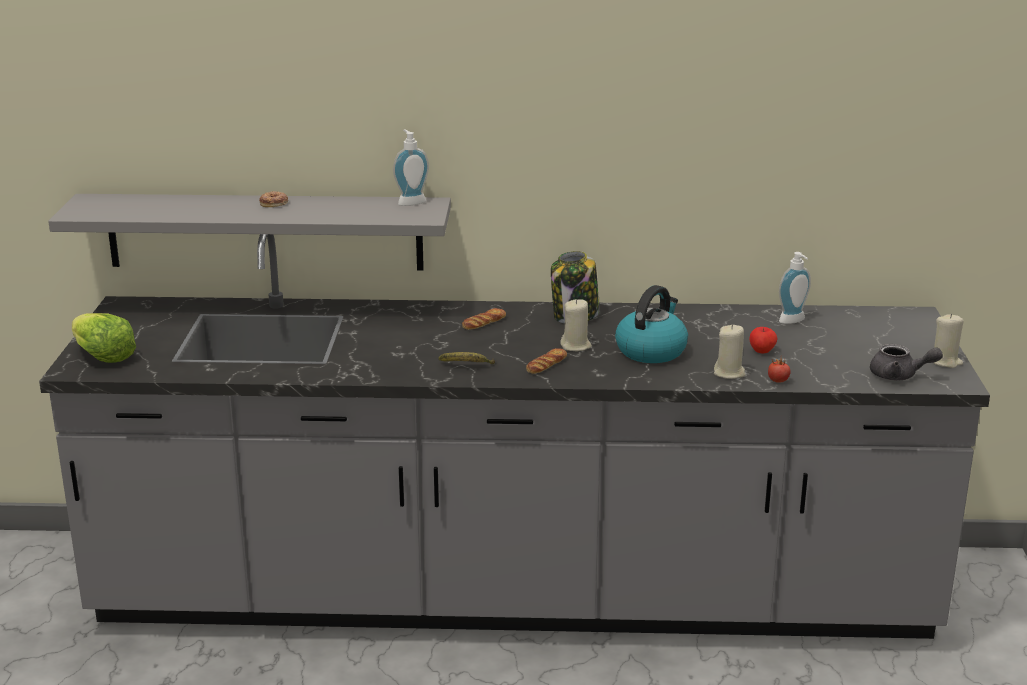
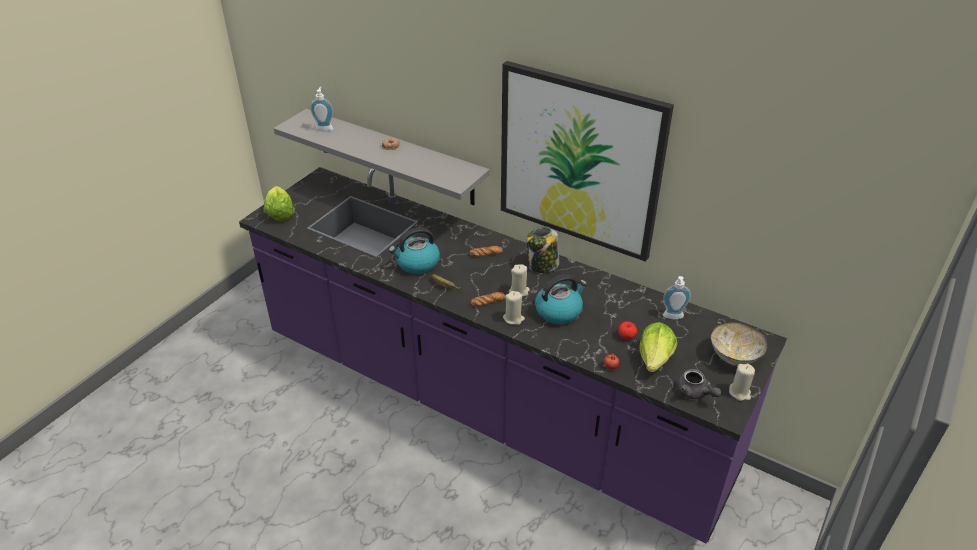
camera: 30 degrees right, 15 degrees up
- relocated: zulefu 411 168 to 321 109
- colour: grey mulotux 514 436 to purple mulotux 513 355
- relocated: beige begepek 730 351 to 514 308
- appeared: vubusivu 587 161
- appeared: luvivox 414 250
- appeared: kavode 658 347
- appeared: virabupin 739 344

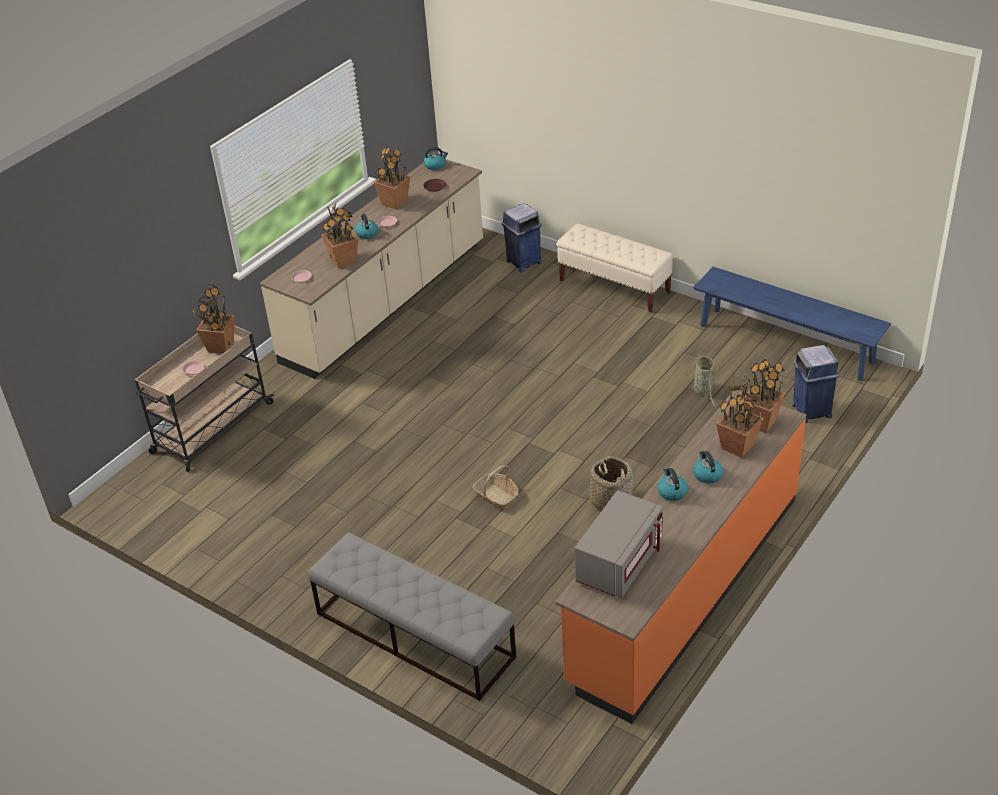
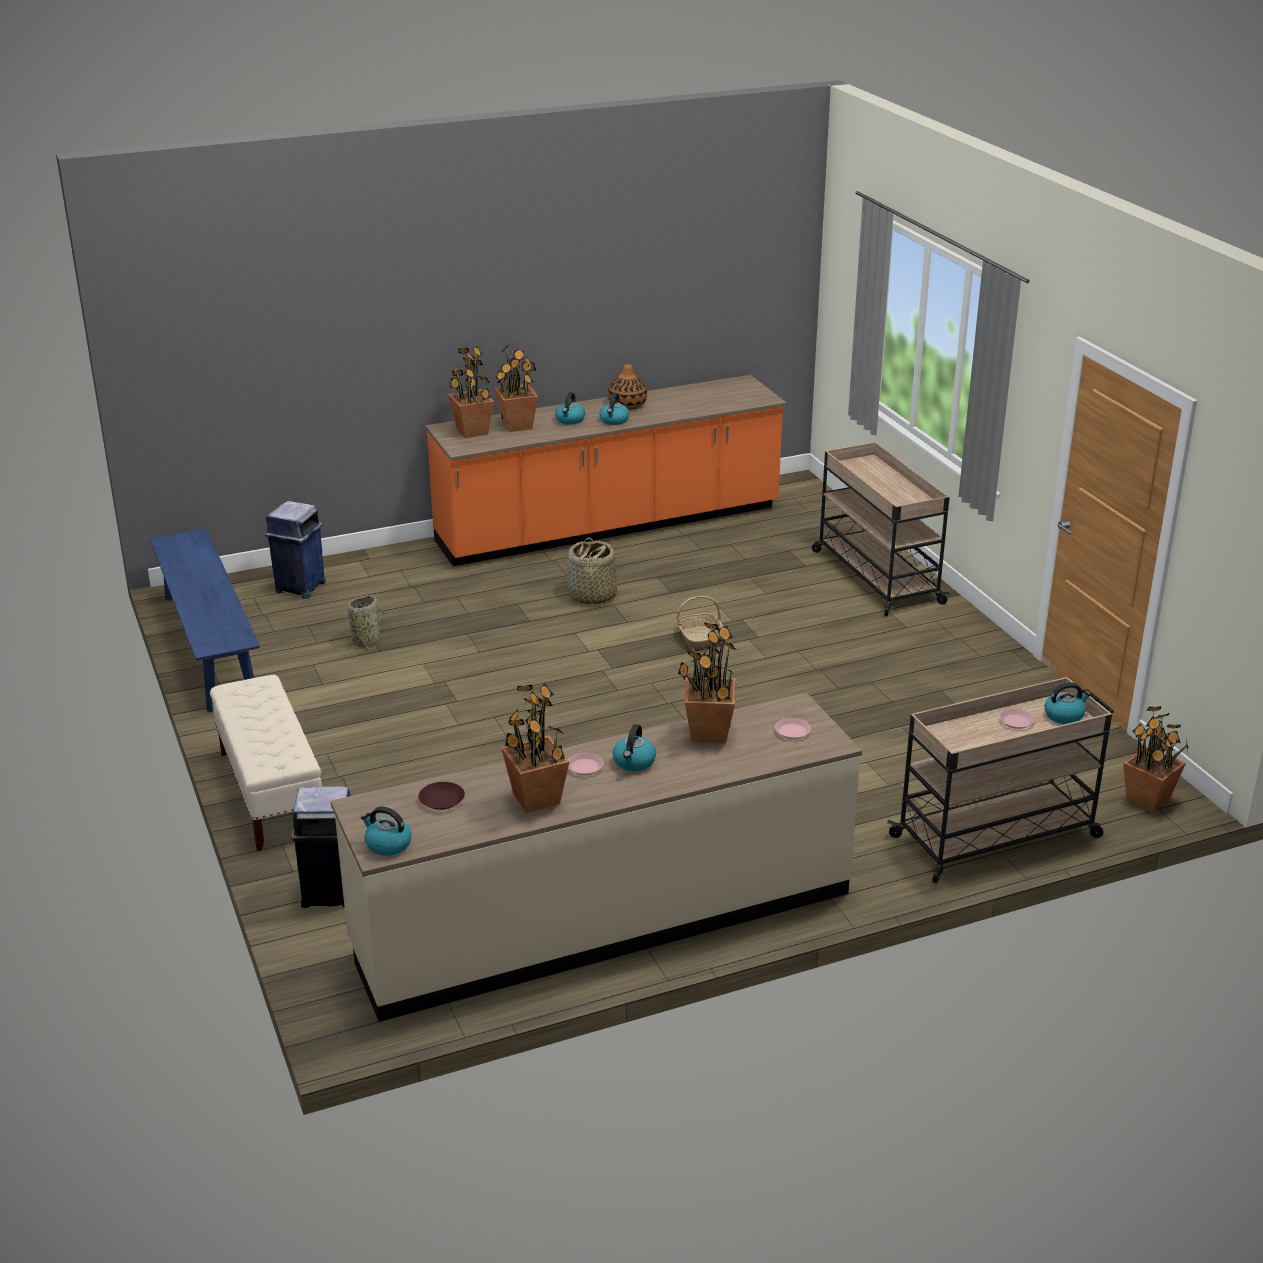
camera: 150 degrees left, 10 degrees down
- relocated: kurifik 213 318 to 1156 759
- missing: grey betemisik 619 544
- exchanged: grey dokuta 412 616 to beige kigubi 881 529
- appeared: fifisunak 627 387
- appeared: luvivox 1067 703

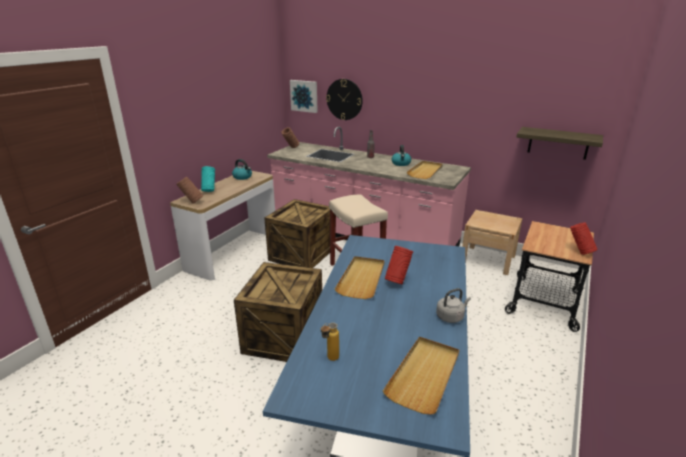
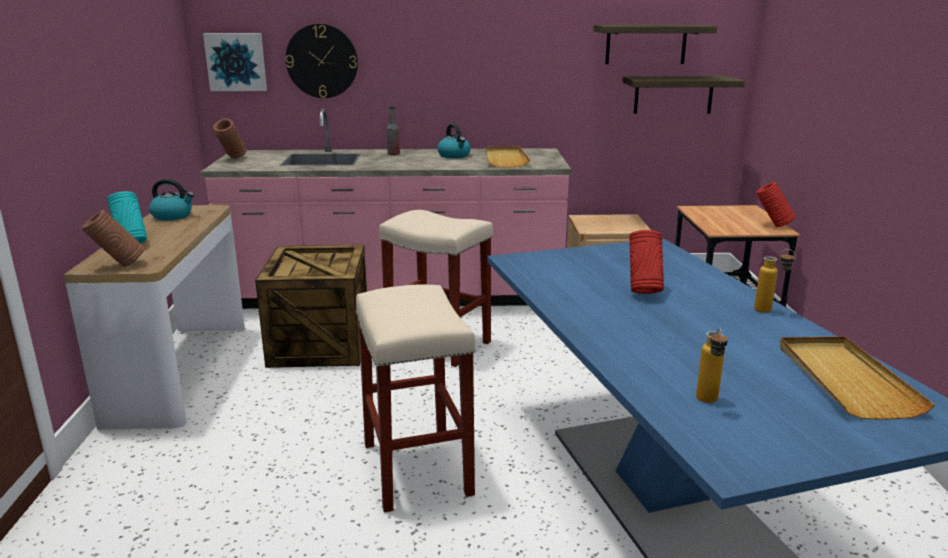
camera: 30 degrees left, 5 degrees down
- missing: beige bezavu 359 277
- exchanged: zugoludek 278 312 to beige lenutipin 416 398
- exchanged: grey luvivox 453 305 to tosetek 775 281
- appeared: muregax 655 44

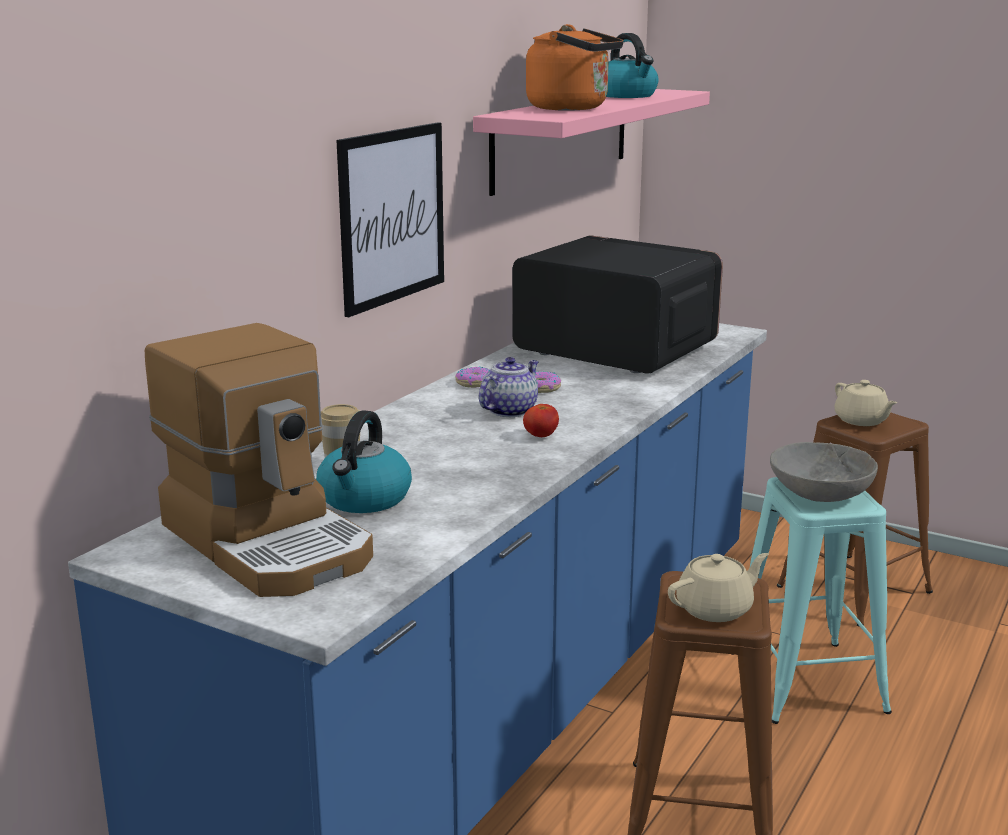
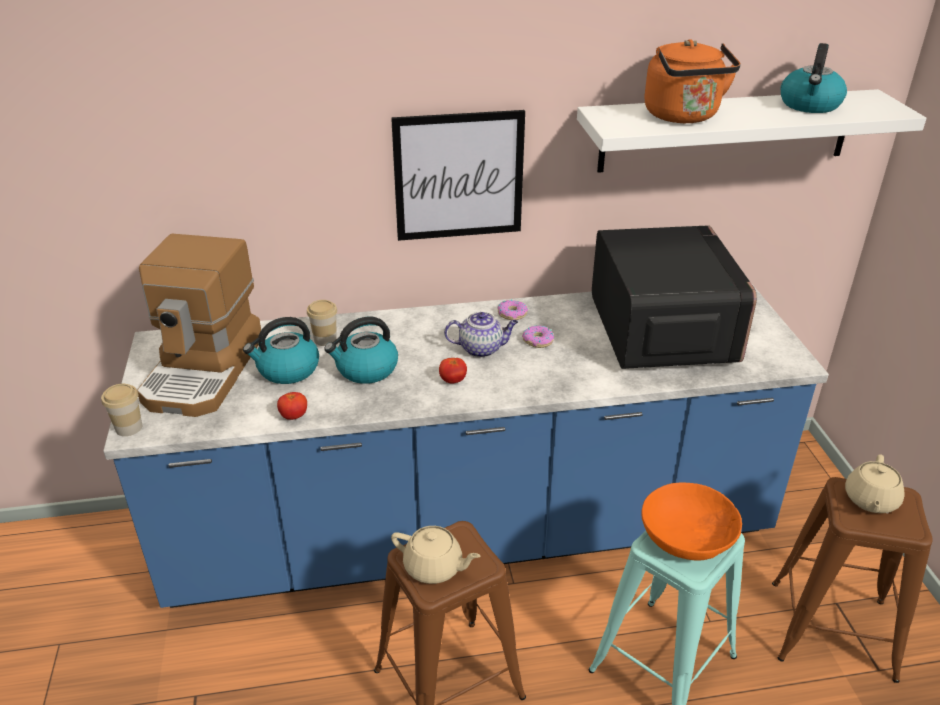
camera: 50 degrees right, 15 degrees up
- colour: pink muregax 591 142 to white muregax 752 131
- colour: grey virabupin 824 472 to orange virabupin 691 521
- appeared: luvivox 361 350
- appeared: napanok 121 410
- appeared: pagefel 292 406

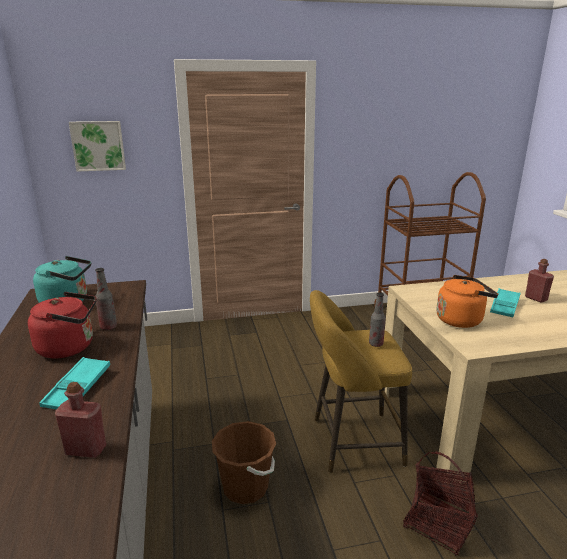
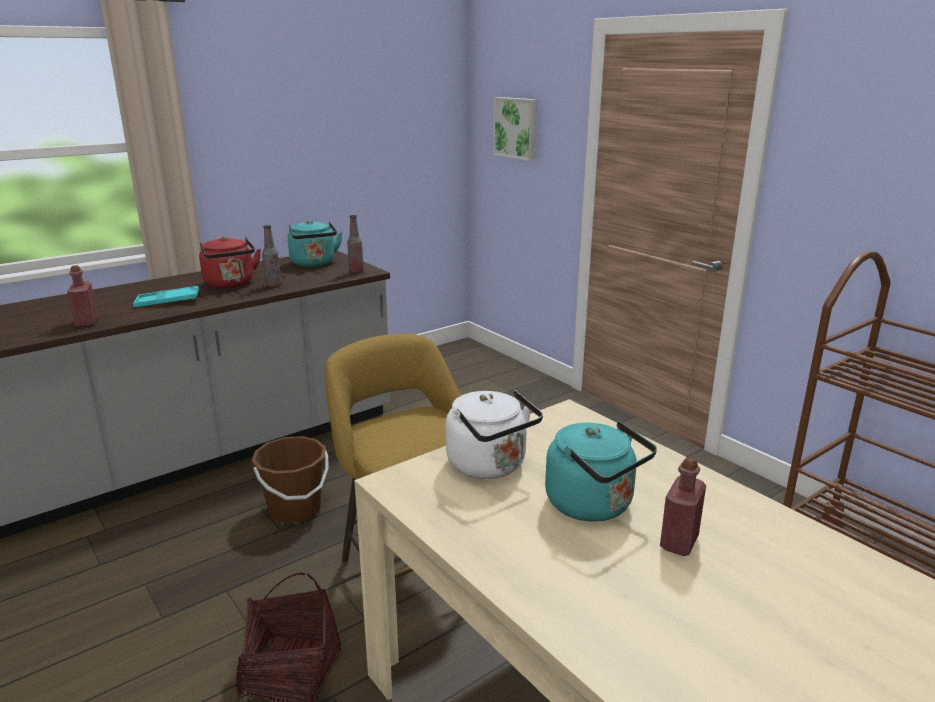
camera: 65 degrees right, 0 degrees up
- colour: orange luvivox 467 301 to white luvivox 494 434
- exchanged: turquoise bezavu 505 302 to turquoise luvivox 601 471
- relocated: tosetek 377 320 to 355 244

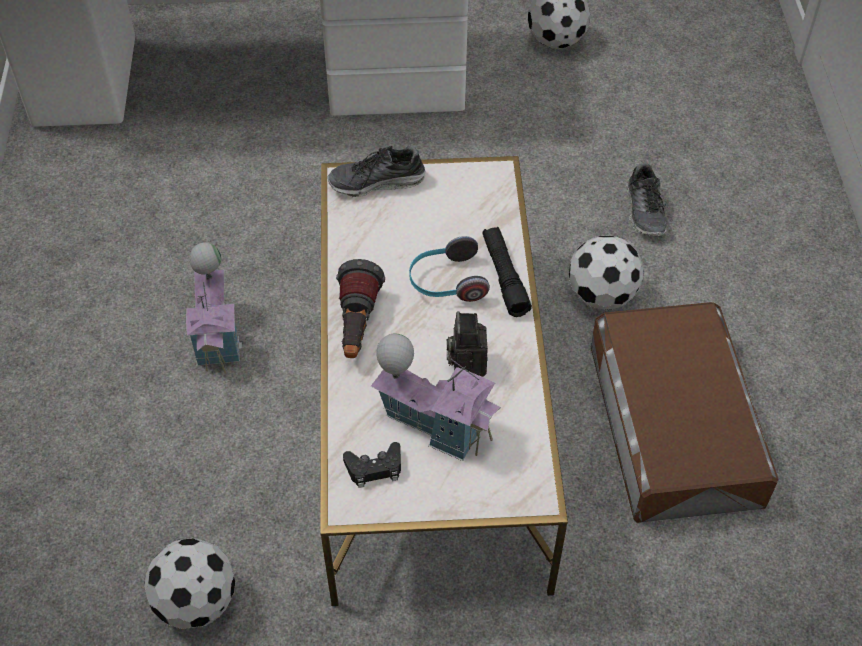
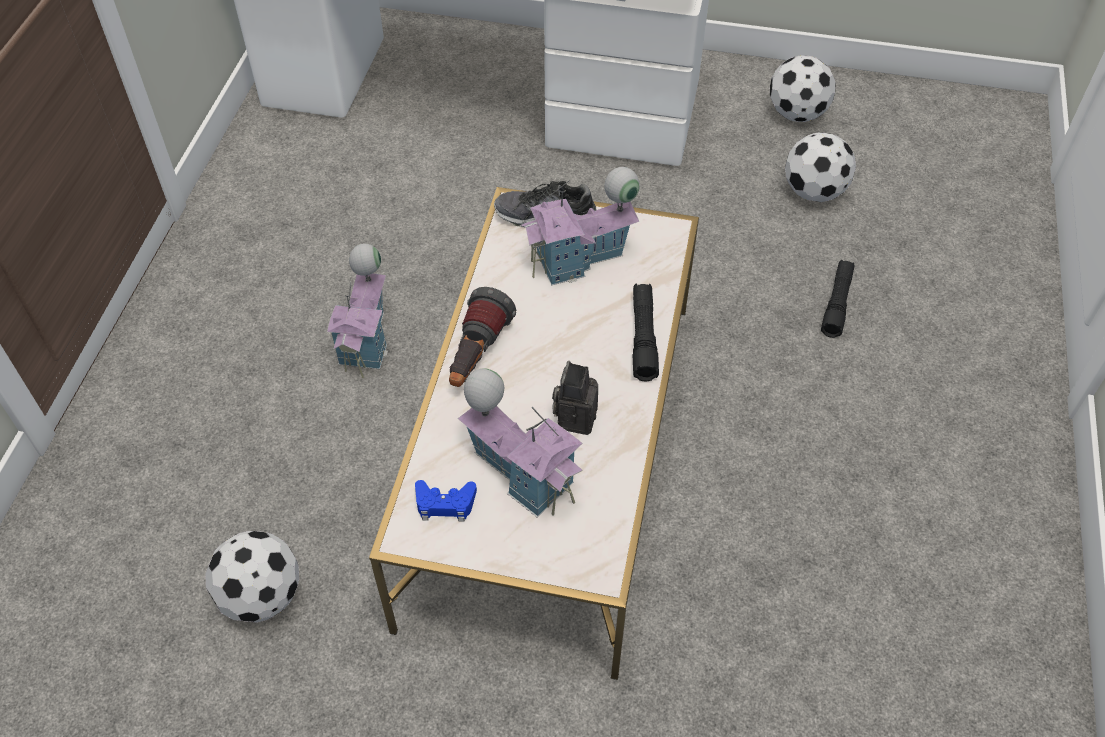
camera: 15 degrees right, 0 degrees up
- exchanged: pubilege 646 199 to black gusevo 838 299
- missing: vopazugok 449 269
- relocated: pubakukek 606 273 to 820 167
- missing: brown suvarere 684 412
- colour: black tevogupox 372 465 to blue tevogupox 446 501
- appeared: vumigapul 580 226

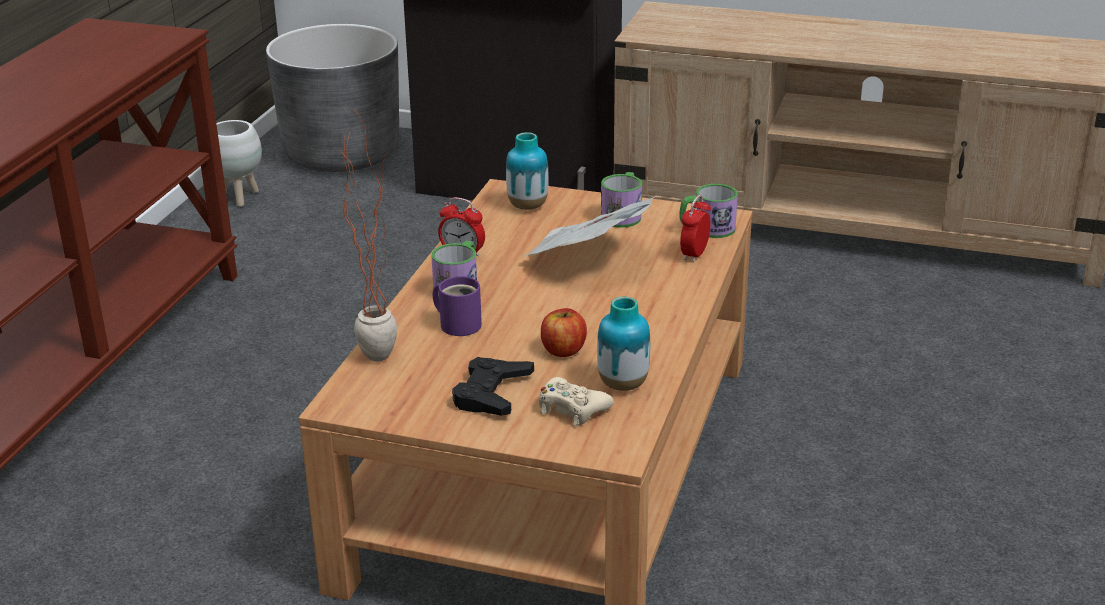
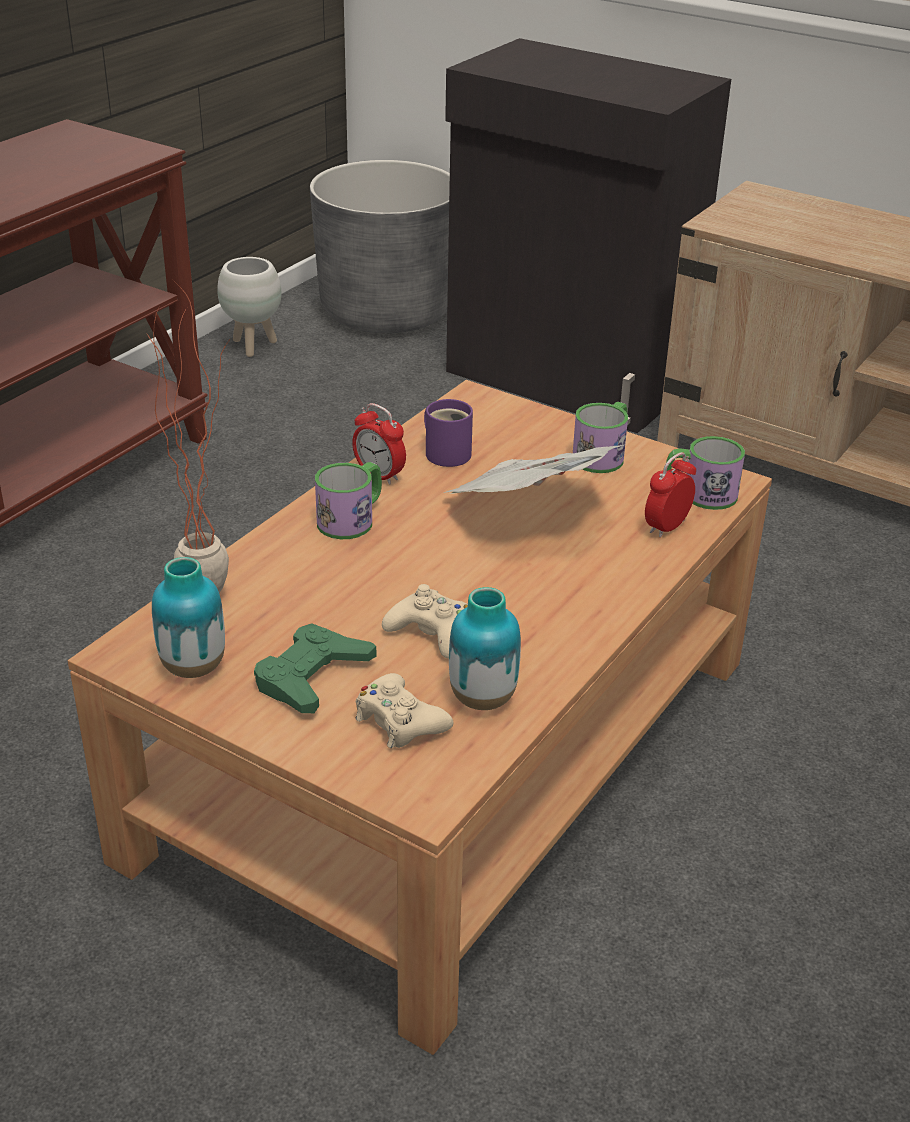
camera: 15 degrees right, 5 degrees up
- relocated: fifisunak 527 171 to 188 617
- relocated: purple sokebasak 457 306 to 448 433
- exchanged: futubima 564 332 to beige tevogupox 425 621
- colour: black tevogupox 493 386 to green tevogupox 315 668

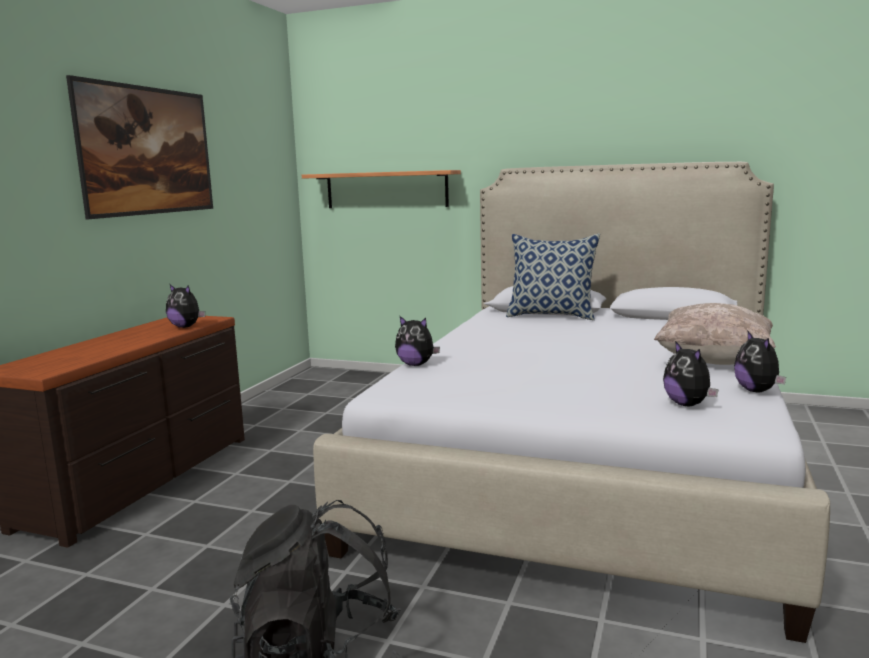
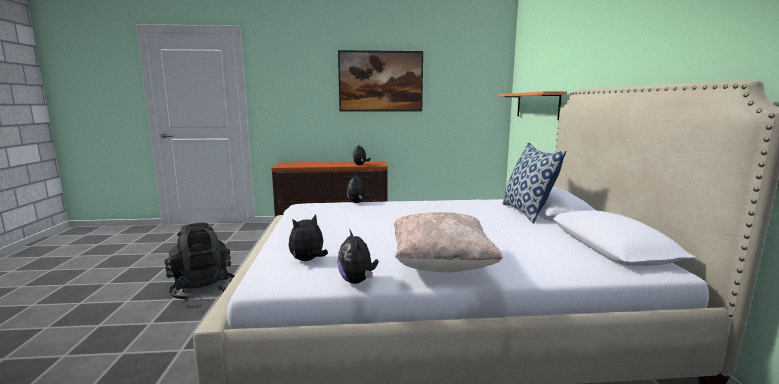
camera: 65 degrees right, 0 degrees up
- spun: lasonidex 760 361 = 358 256 75 degrees counterclockwise

